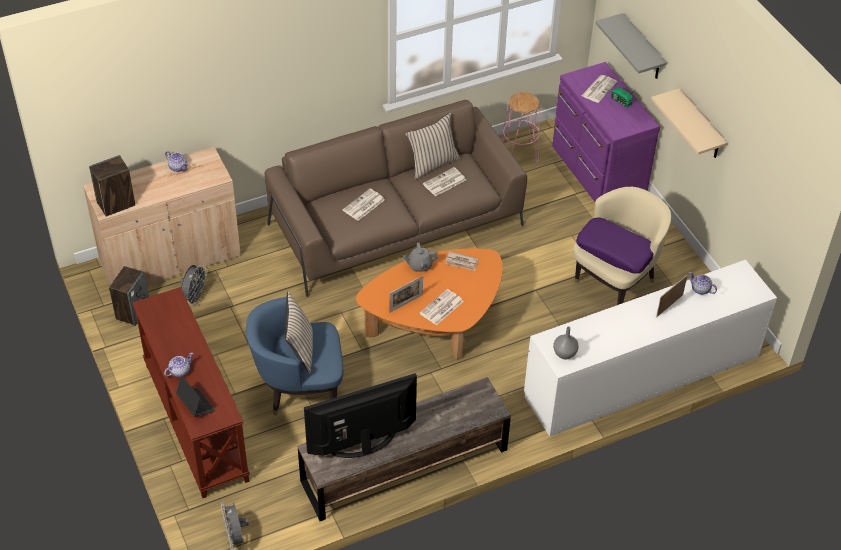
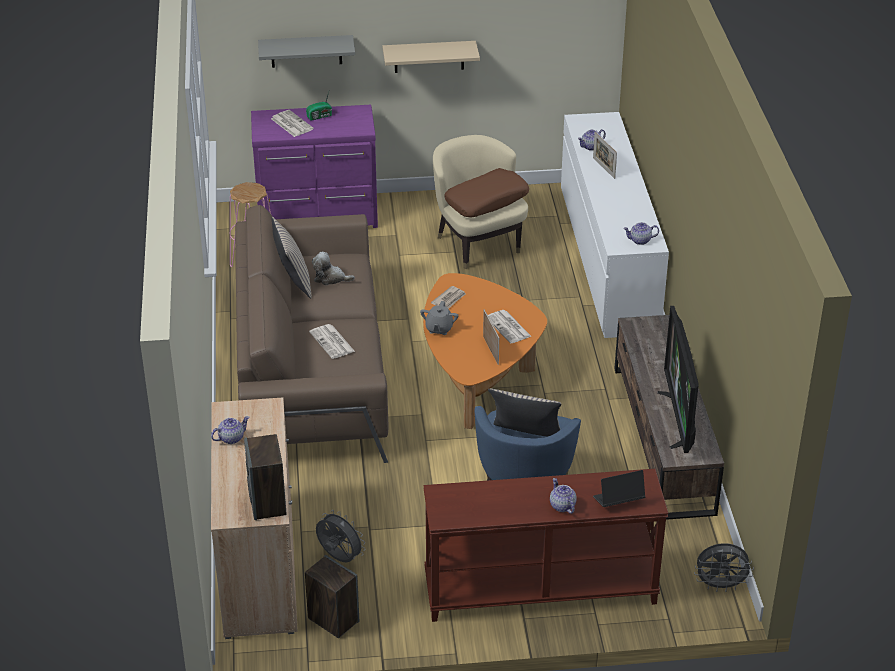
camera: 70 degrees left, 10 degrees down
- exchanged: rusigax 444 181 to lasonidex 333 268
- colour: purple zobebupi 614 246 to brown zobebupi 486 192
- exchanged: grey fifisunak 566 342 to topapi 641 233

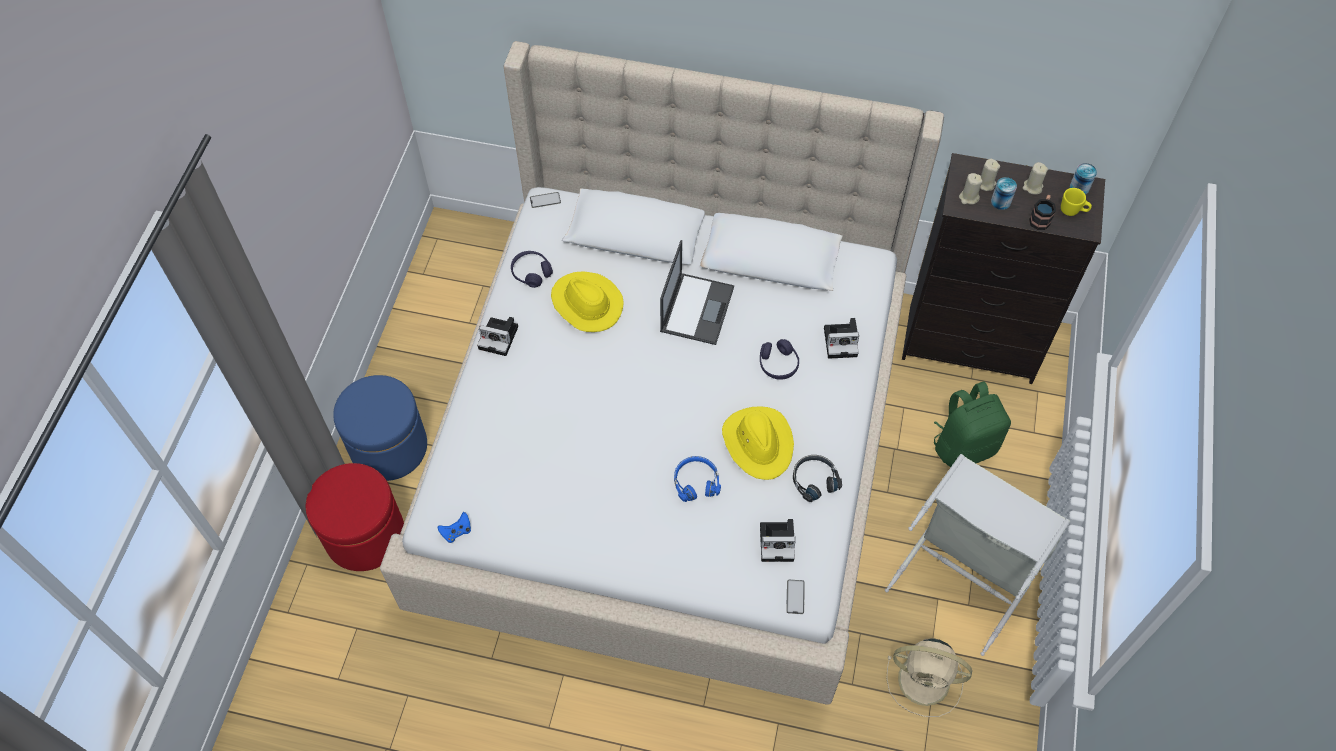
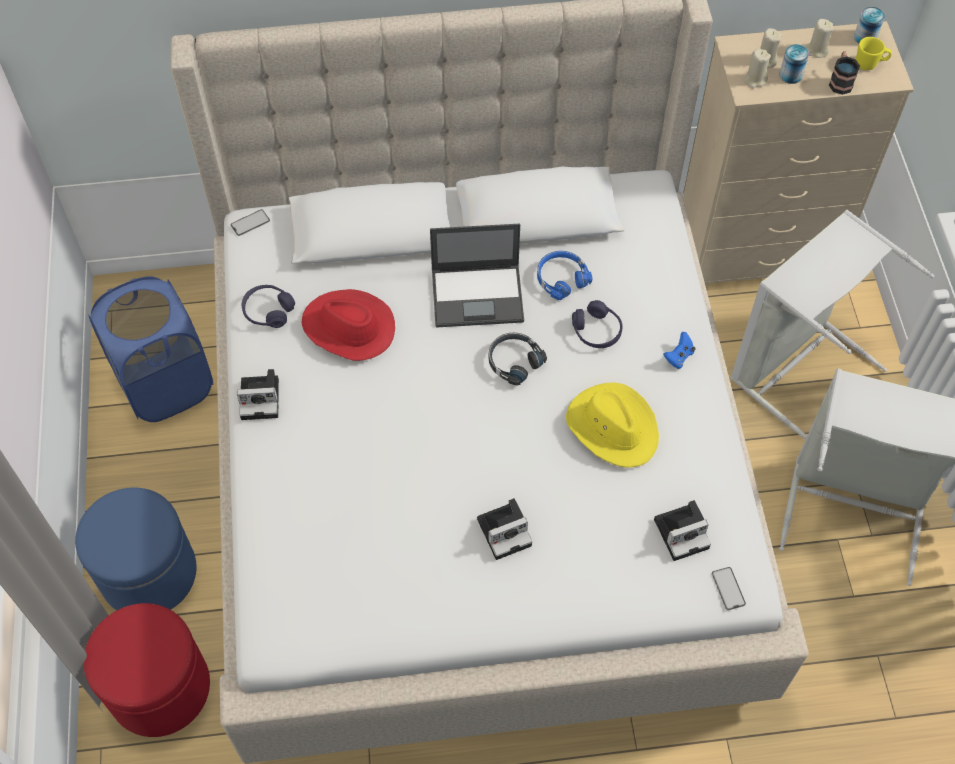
camera: 20 degrees left, 0 degrees up
- colour: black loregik 1003 268 to beige loregik 798 152
- spun: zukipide 697 292 = 477 276 90 degrees clockwise
- colour: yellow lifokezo 587 301 to red lifokezo 348 325
- relocated: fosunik 841 338 to 504 529
- exchanged: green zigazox 972 424 to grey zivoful 832 324
- relocated: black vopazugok 817 478 to 518 359
- relocated: blue vopazugok 697 479 to 564 275
- relocated: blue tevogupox 454 527 to 679 350
- missing: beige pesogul 929 677
- appeared: blue zivoful 150 349

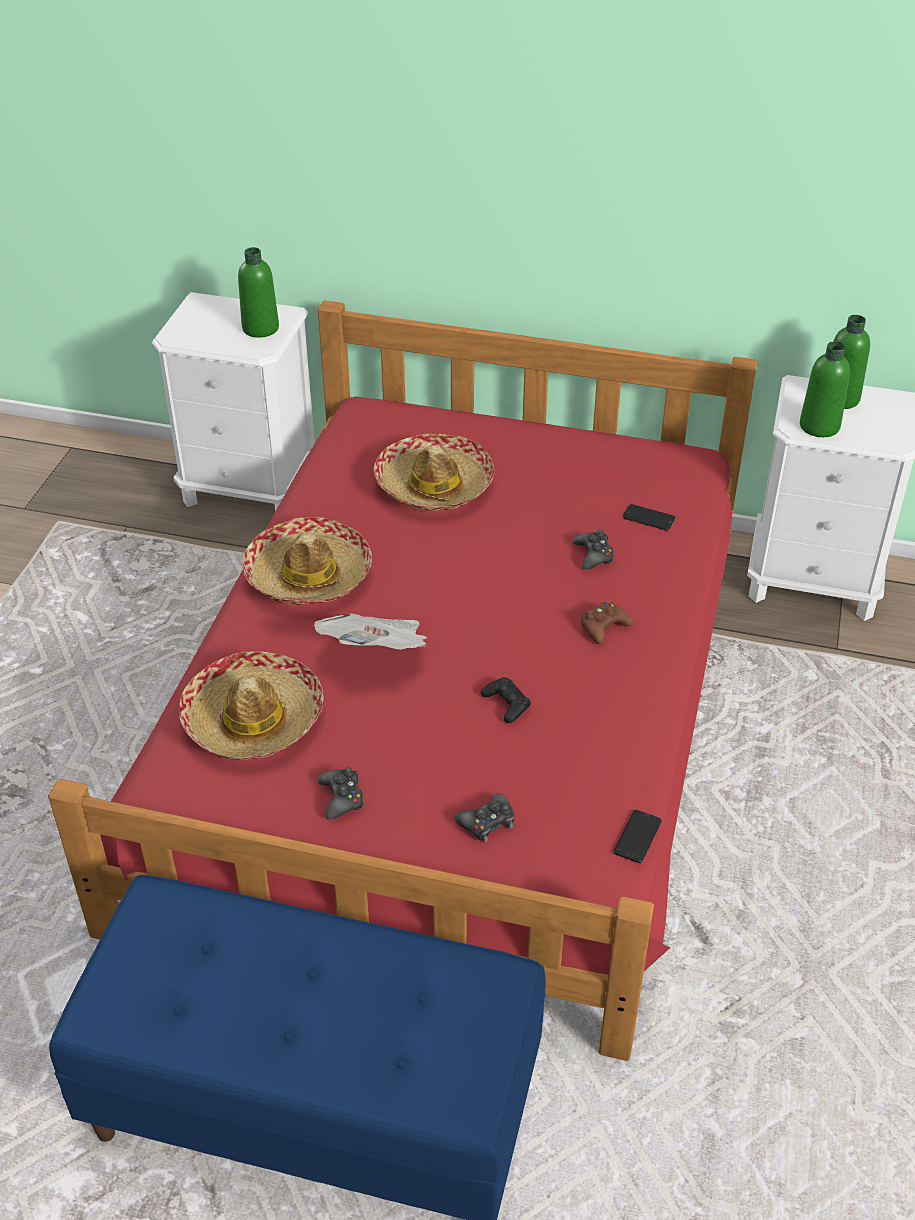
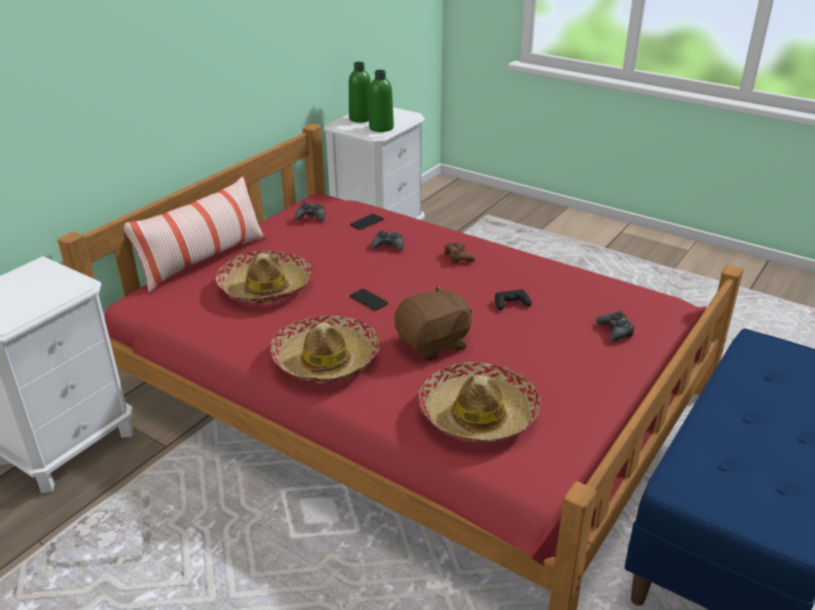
camera: 70 degrees left, 10 degrees down
- missing: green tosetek 258 292
- exchanged: rusigax 370 631 to brown lasonidex 433 323
- relocated: black tevogupox 341 793 to 310 211
- relocated: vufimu 637 836 to 369 300
- appeared: zobebupi 195 234

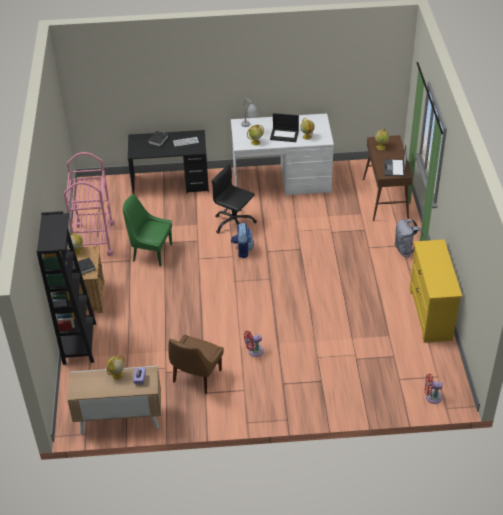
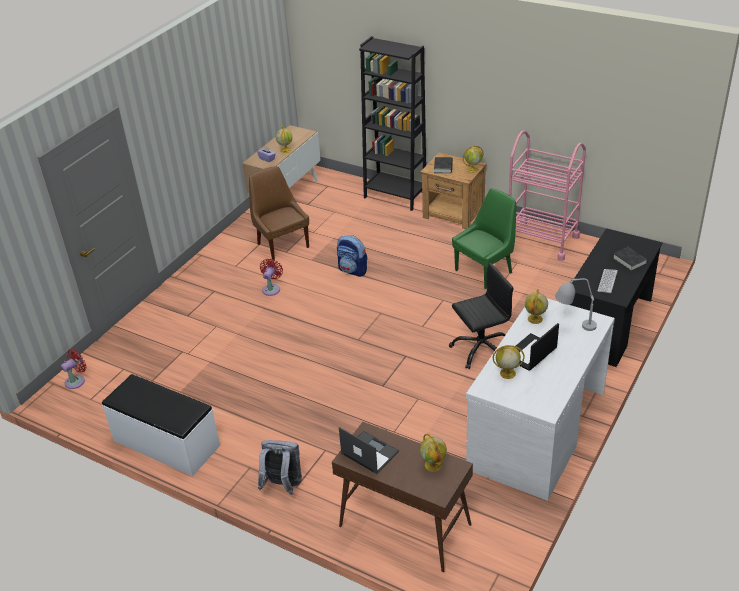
camera: 125 degrees right, 5 degrees down
- relocated: zigazox 242 240 to 352 256
- exchanged: yellow loregik 436 291 to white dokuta 161 425

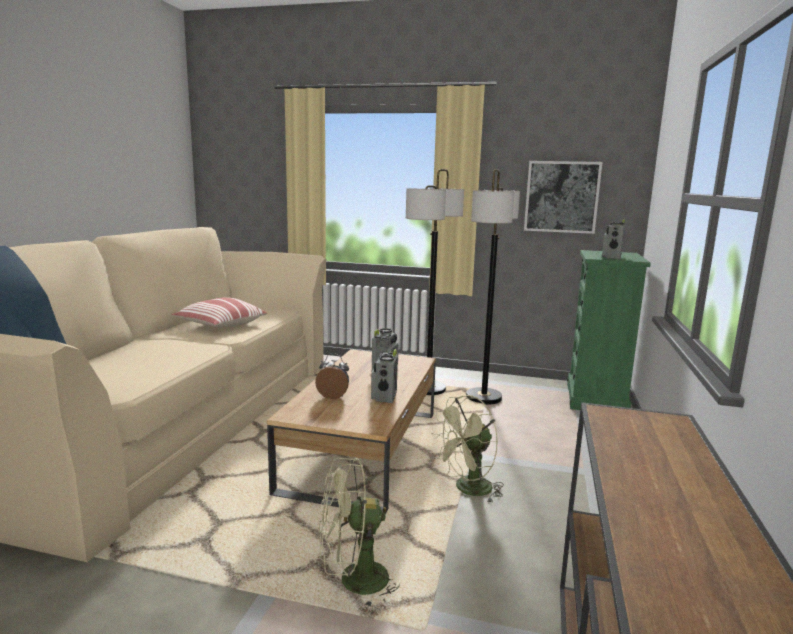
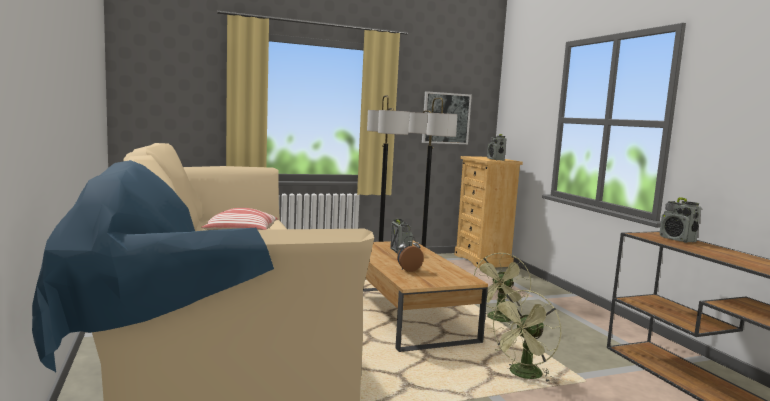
camera: 35 degrees left, 5 degrees down
- colour: green loregik 609 330 to beige loregik 488 212
- relocated: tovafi 384 376 to 680 220

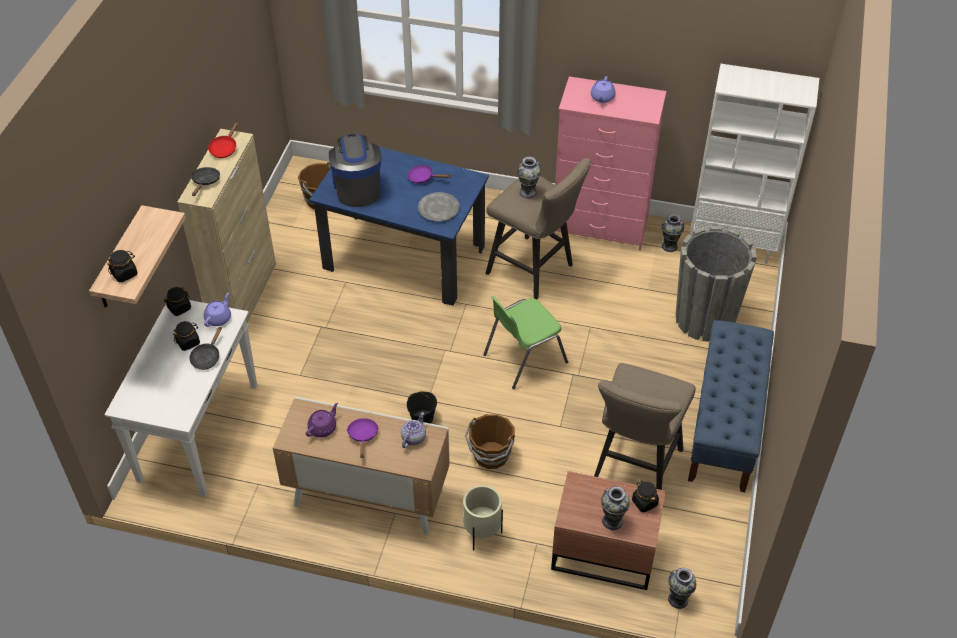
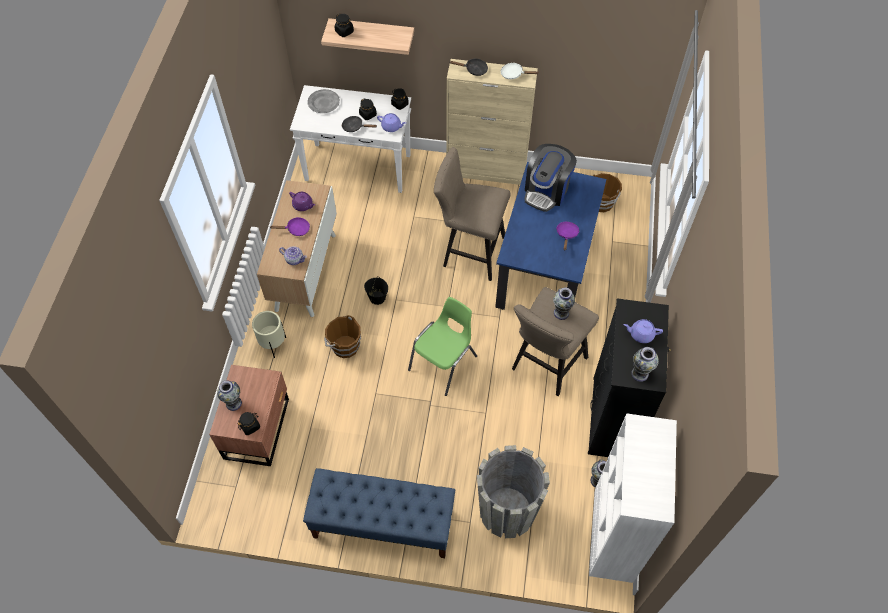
camera: 85 degrees right, 10 degrees up
- colour: pink loregik 610 163 to black loregik 629 377
- colour: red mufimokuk 223 139 to white mufimokuk 519 71
- spun: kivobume 355 170 = 551 178 135 degrees clockwise
- relocated: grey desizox 438 206 to 324 101
- spun: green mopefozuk 525 342 = 442 346 75 degrees clockwise
- relocated: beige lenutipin 645 426 to 472 214
- relocated: fifisunak 682 588 to 645 364

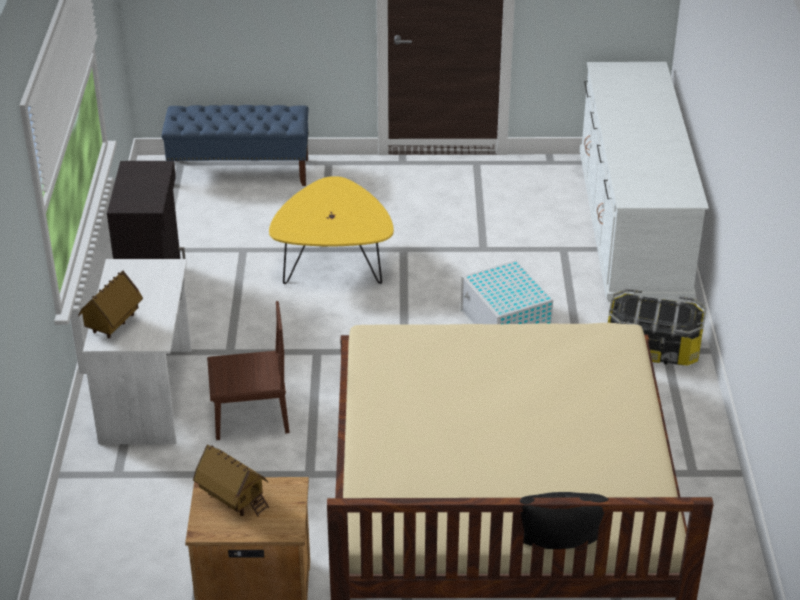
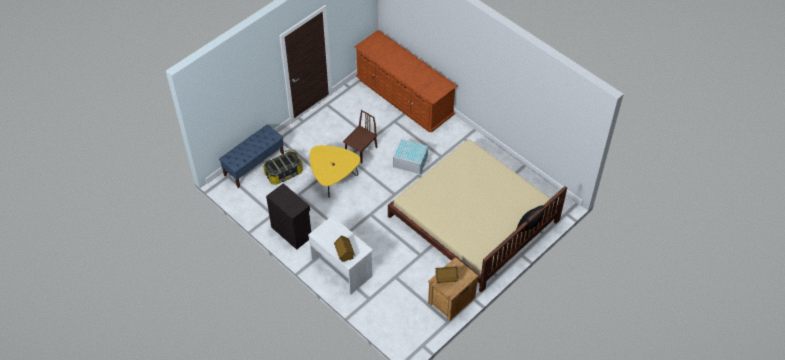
camera: 45 degrees left, 15 degrees up
- colour: white loregik 644 182 to brown loregik 405 81
- relocated: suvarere 657 327 to 283 167
- relocated: brown mopefozuk 248 370 to 360 137

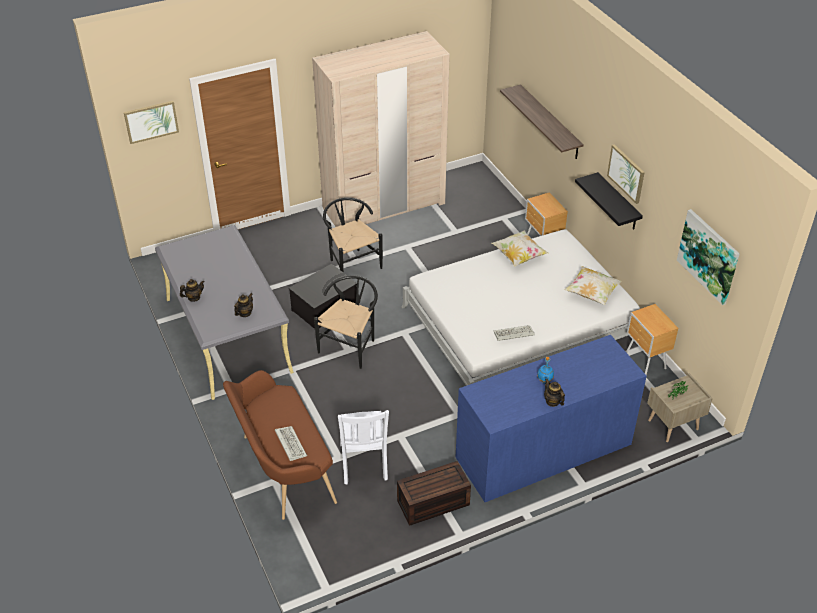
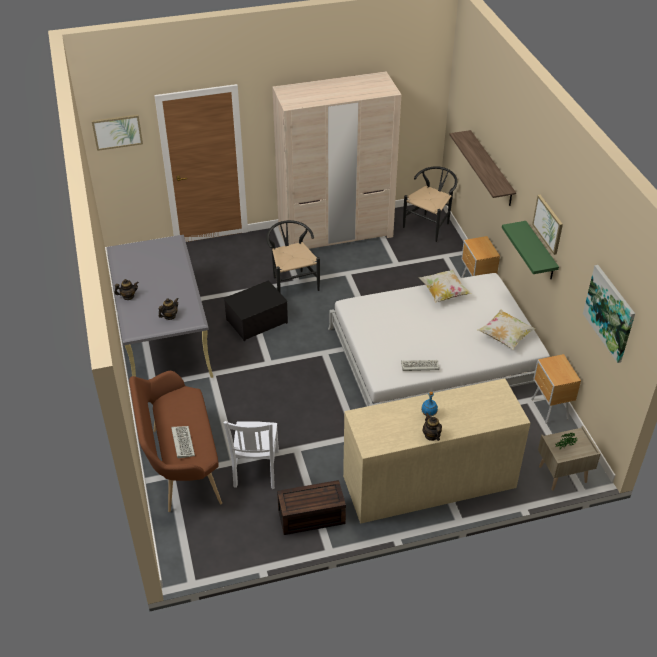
camera: 10 degrees right, 0 degrees up
- colour: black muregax 609 200 to green muregax 530 250
- relocated: black mopefozuk 346 322 to 430 204
- colour: blue loregik 551 418 to beige loregik 436 451

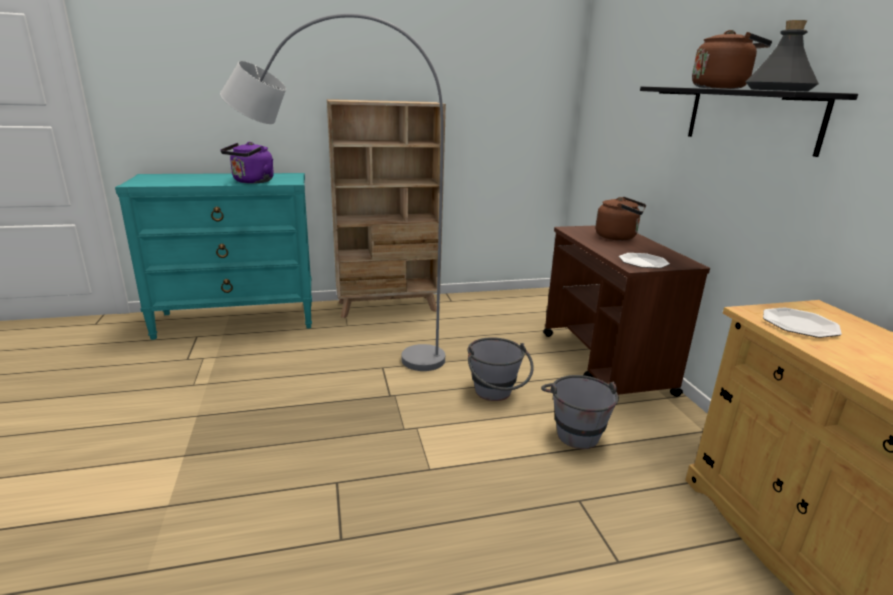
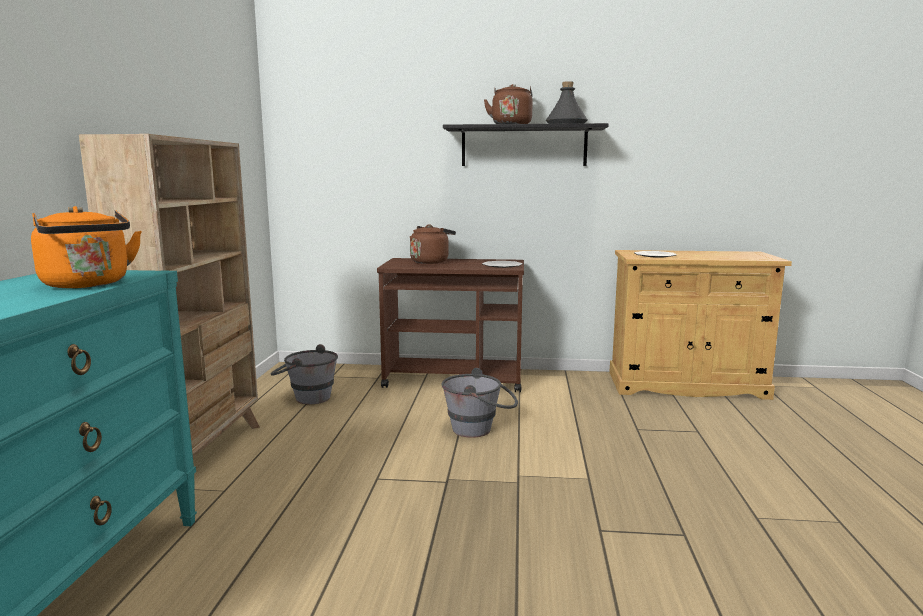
camera: 70 degrees left, 10 degrees down
- missing: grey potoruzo 332 192
- colour: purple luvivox 247 163 to orange luvivox 86 247
- relocated: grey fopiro 580 412 to 304 374

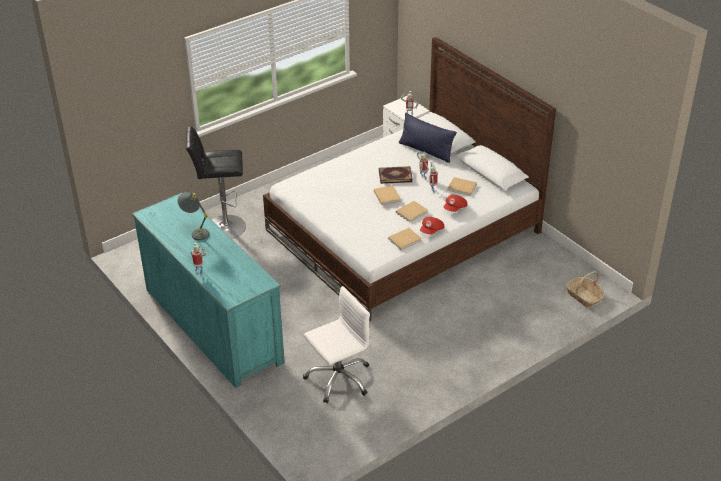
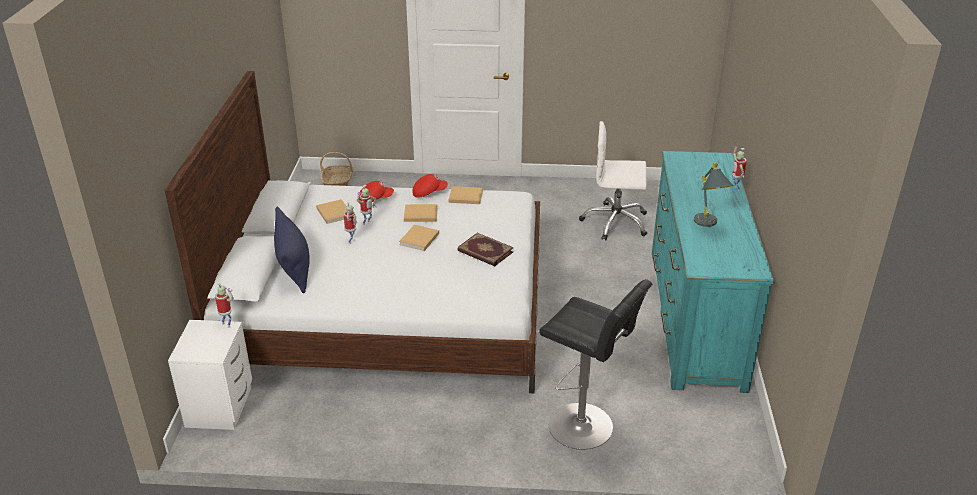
camera: 140 degrees left, 5 degrees down
- relocated: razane 395 175 to 485 249

